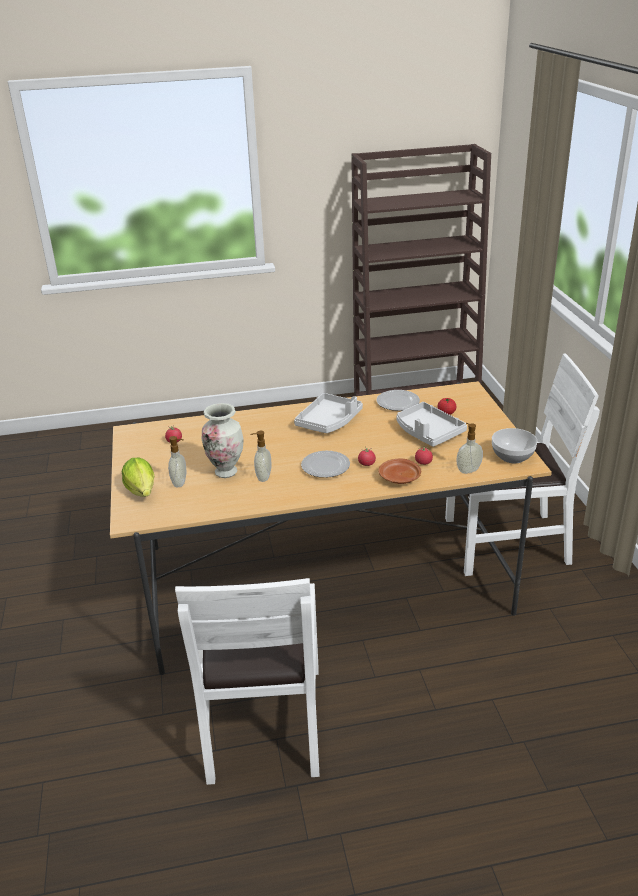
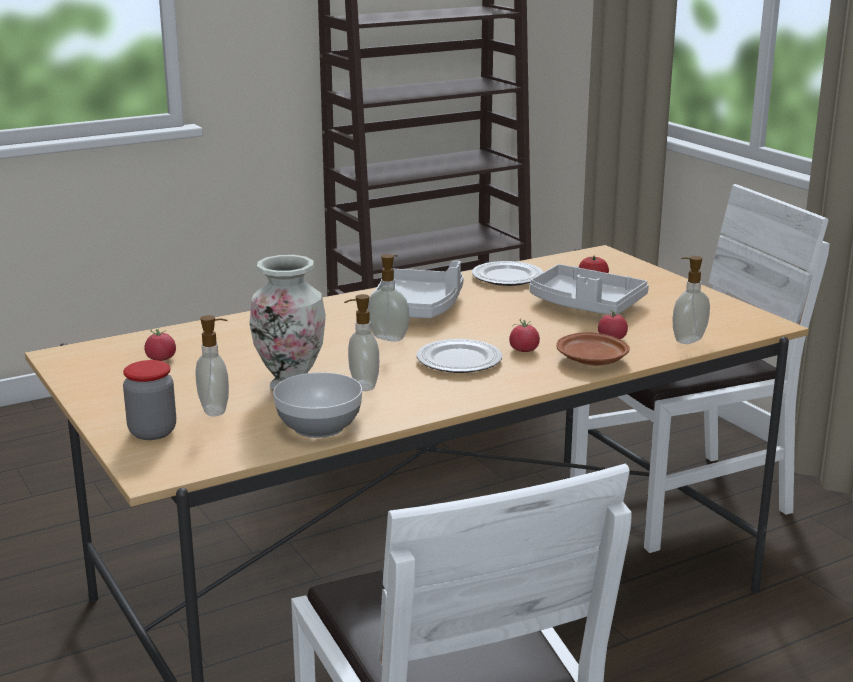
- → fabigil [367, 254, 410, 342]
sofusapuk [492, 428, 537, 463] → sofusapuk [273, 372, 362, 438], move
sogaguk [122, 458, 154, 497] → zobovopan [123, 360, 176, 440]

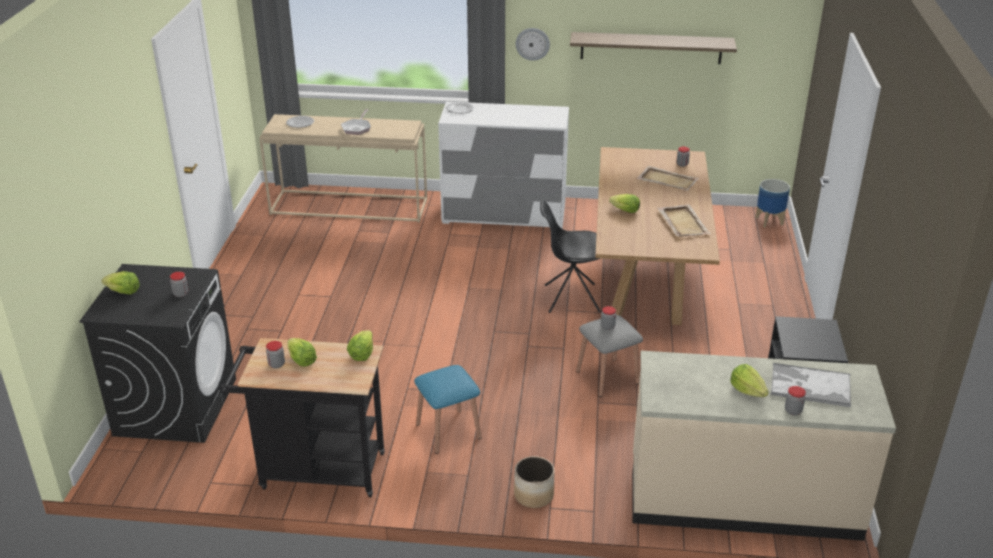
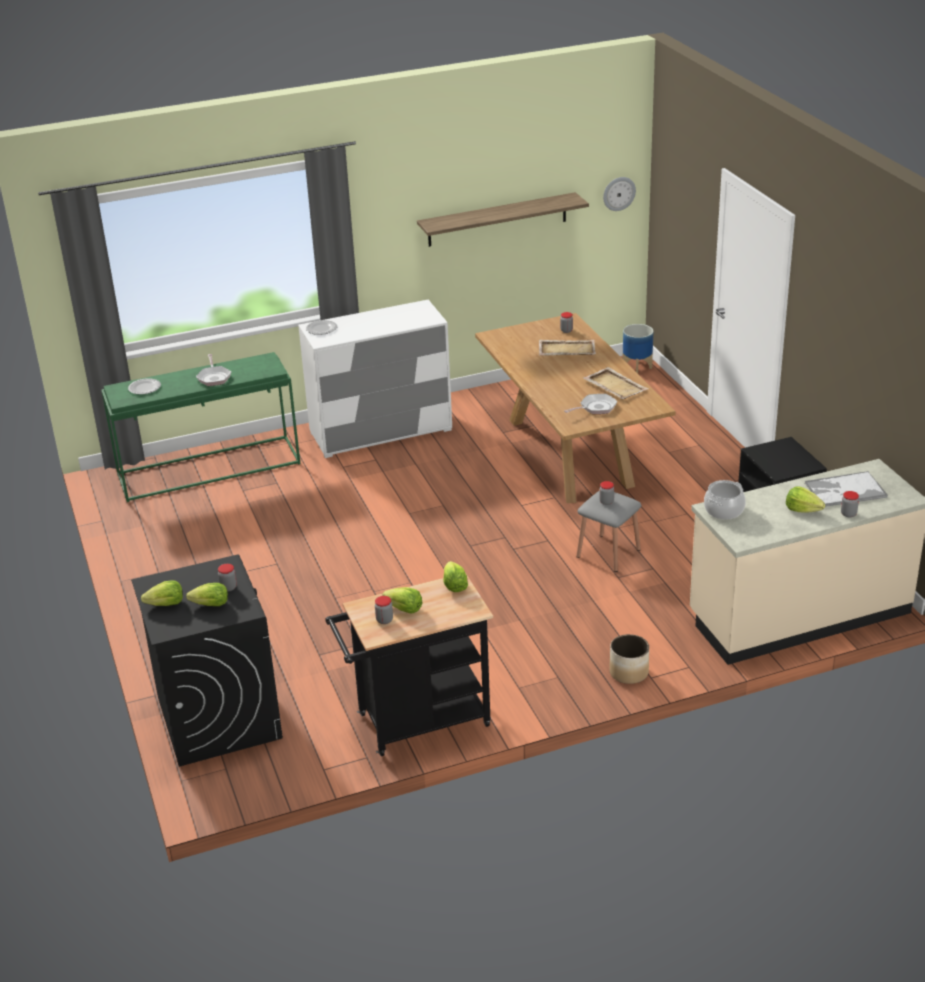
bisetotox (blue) [414, 365, 481, 454] → -
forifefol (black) [540, 200, 601, 313] → -
- → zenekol [564, 394, 617, 414]
- → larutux [704, 480, 746, 520]
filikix [516, 28, 550, 61] → filikix [603, 177, 636, 211], move
sogaguk [609, 194, 640, 213] → sogaguk [186, 583, 228, 606], move
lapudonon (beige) [259, 114, 427, 223] → lapudonon (green) [101, 352, 300, 502]

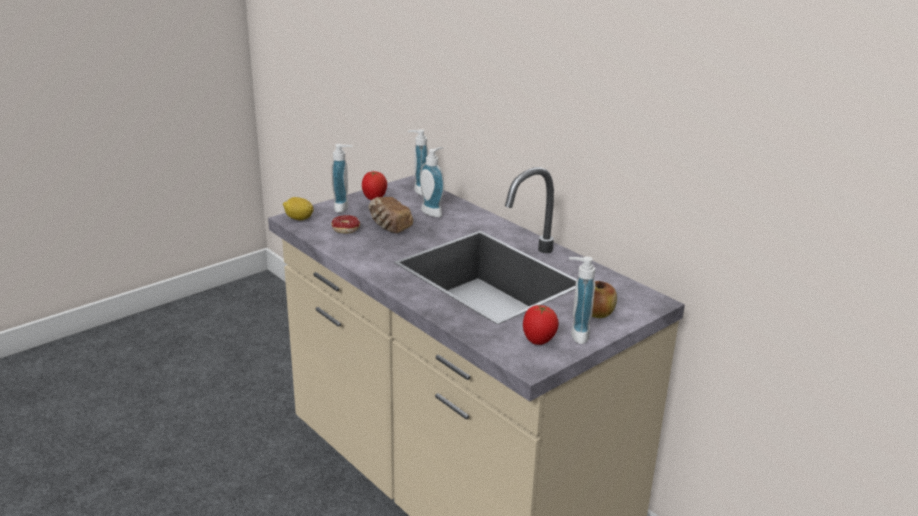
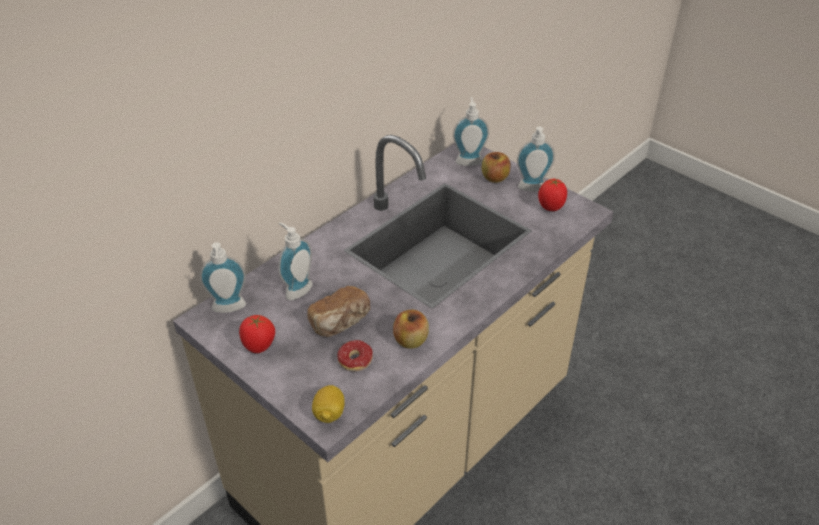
- → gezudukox [393, 310, 429, 349]
fabigil [332, 144, 353, 213] → fabigil [453, 97, 489, 166], move

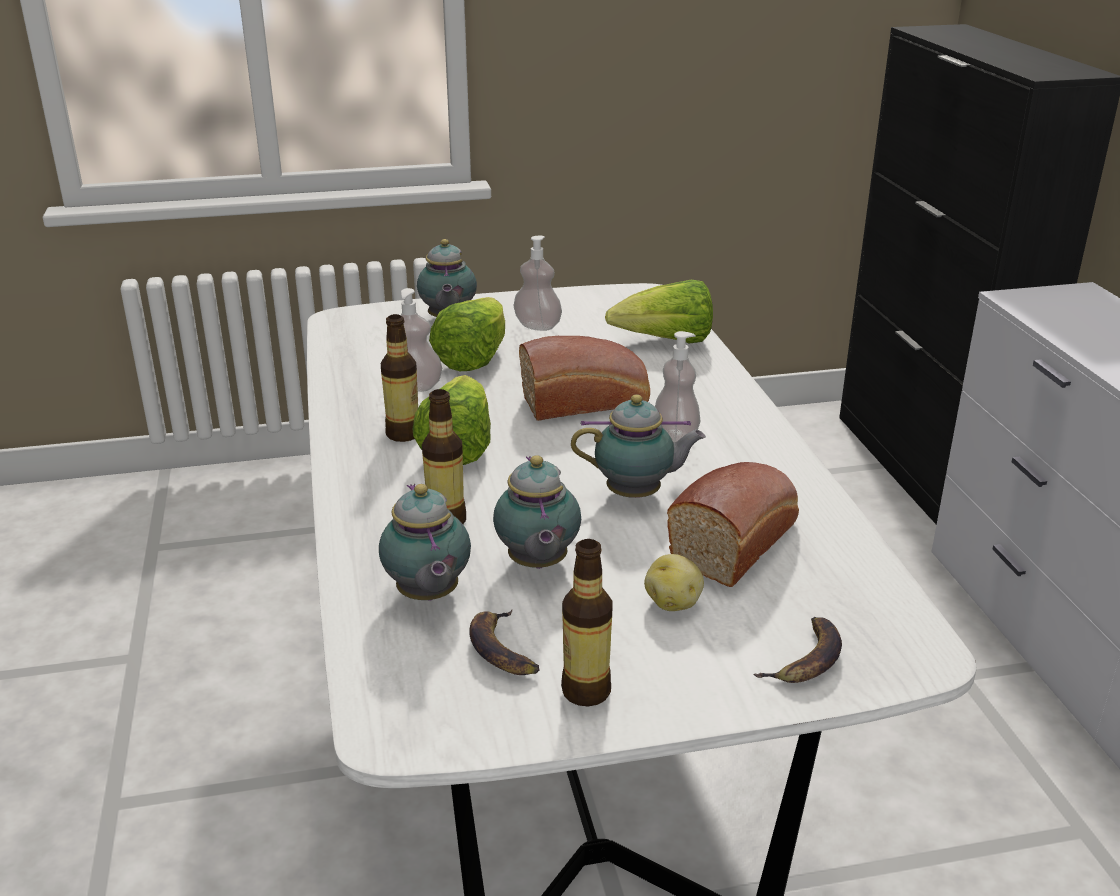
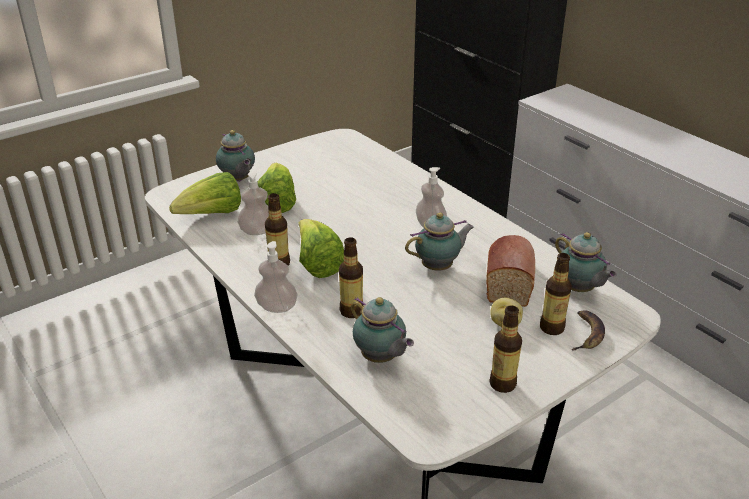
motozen [469, 610, 540, 675] → -
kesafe [519, 336, 650, 421] → -
- → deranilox [540, 253, 572, 335]
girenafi [493, 455, 581, 569] → girenafi [555, 232, 617, 292], move
fabigil [514, 236, 562, 331] → fabigil [254, 241, 298, 313], move
sogaguk [605, 280, 713, 344] → sogaguk [169, 172, 241, 214], move

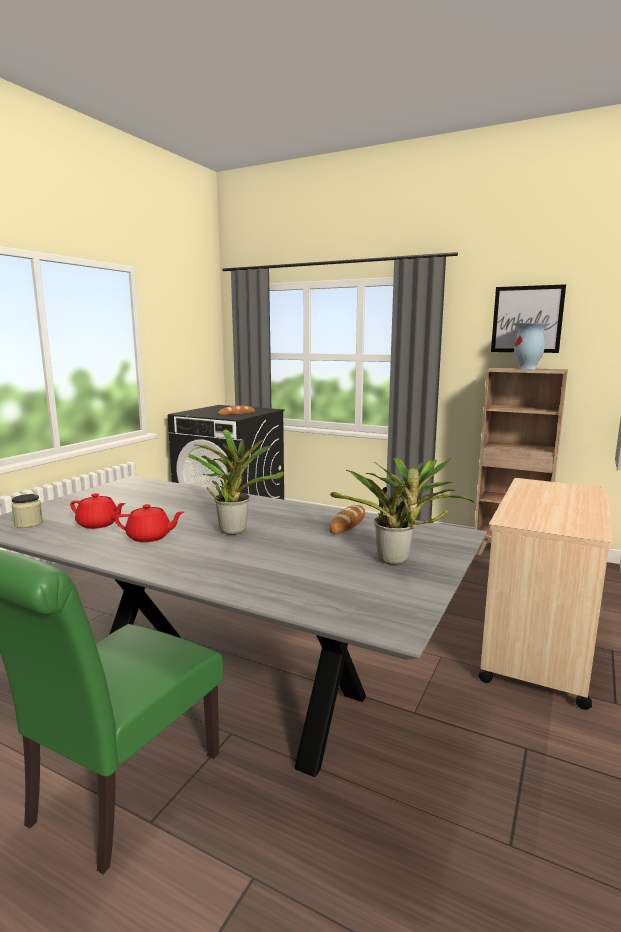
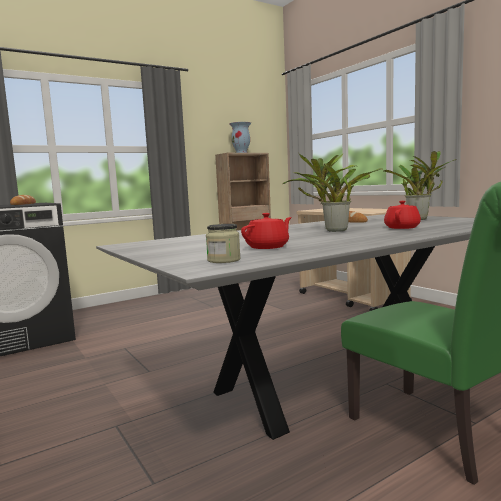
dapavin [491, 284, 566, 353] → -
girenafi (red) [115, 504, 184, 542] → girenafi (red) [384, 201, 421, 229], move

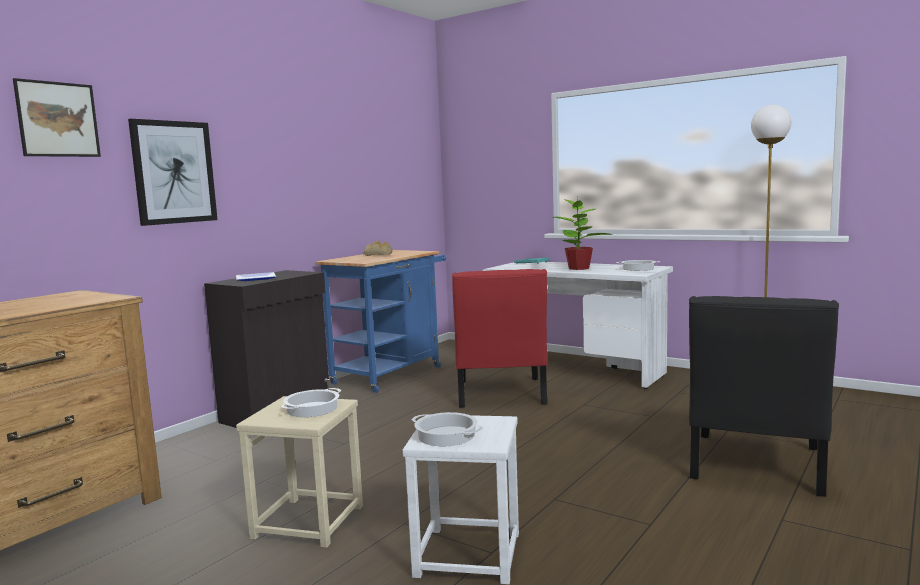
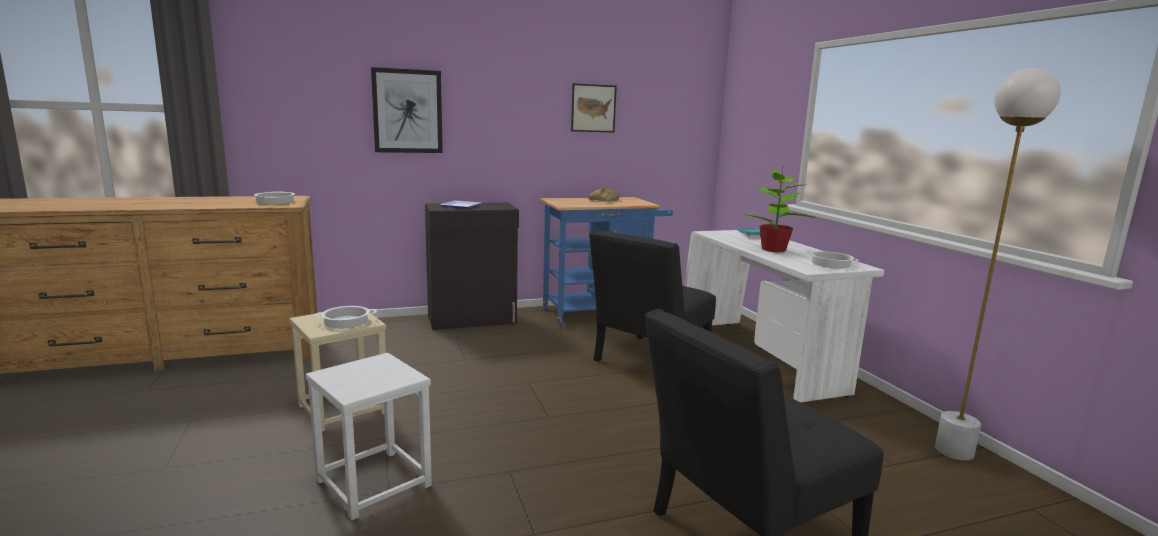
dapavin [13, 78, 101, 157] → dapavin [571, 83, 617, 132], move
larutux [412, 412, 483, 446] → larutux [254, 191, 295, 204], move
forifefol (red) [452, 269, 547, 408] → forifefol (black) [589, 230, 716, 361]

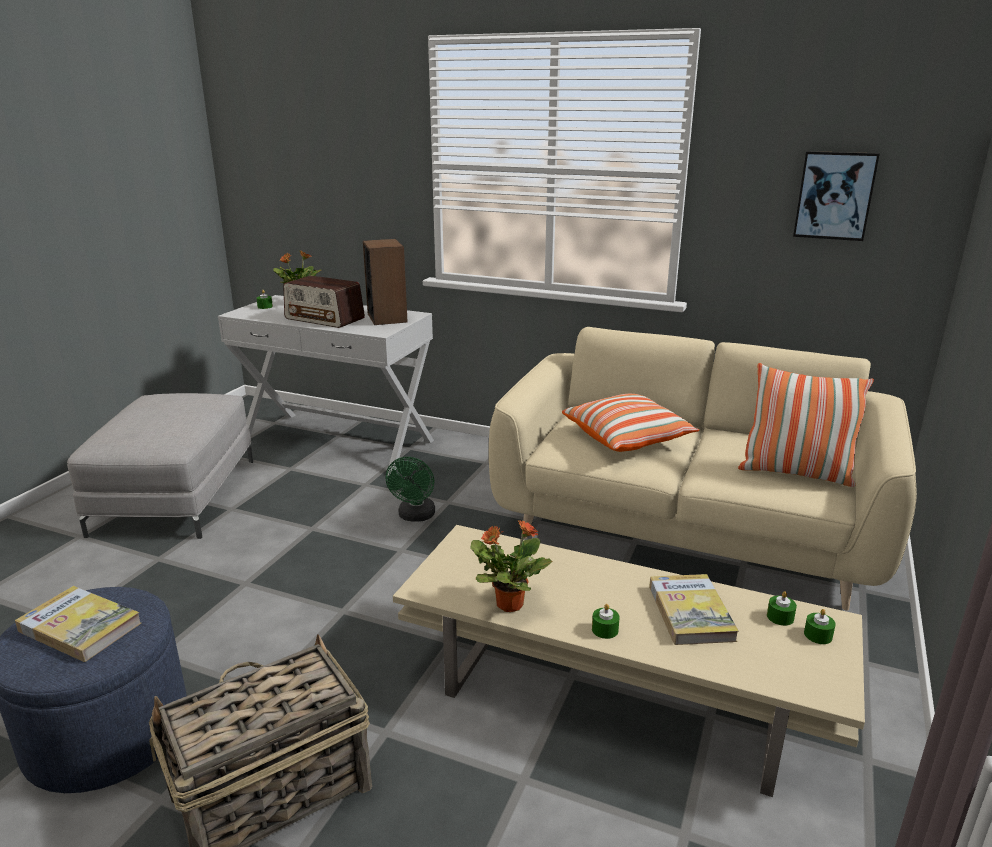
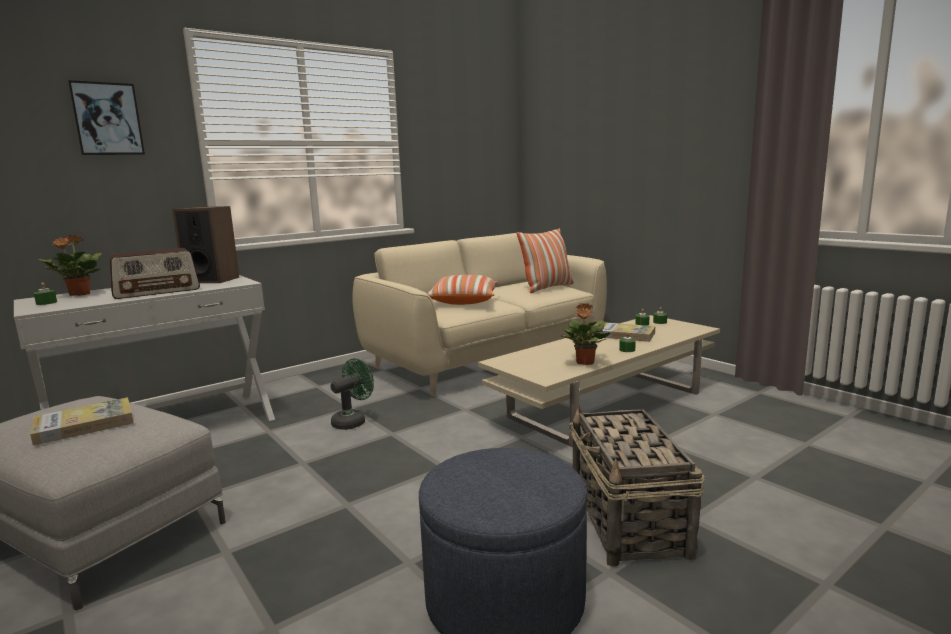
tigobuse [15, 586, 141, 662] → tigobuse [30, 397, 133, 446], move
dapavin [793, 151, 880, 241] → dapavin [68, 80, 145, 155], move
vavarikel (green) [386, 457, 435, 522] → vavarikel (green) [331, 358, 374, 430], 90 degrees counterclockwise

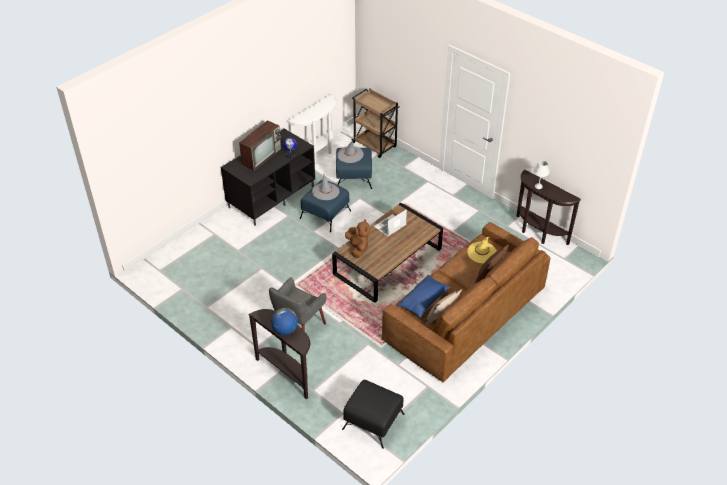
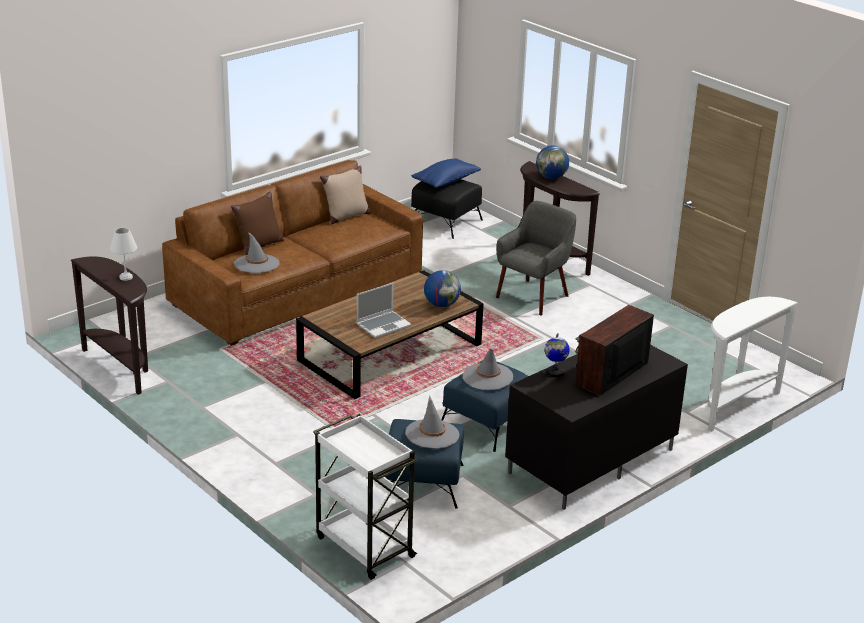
lapudonon (white) [287, 94, 336, 164] → lapudonon (white) [708, 297, 798, 432], move
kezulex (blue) [397, 275, 450, 318] → kezulex (blue) [411, 158, 481, 188], move
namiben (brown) [345, 219, 370, 258] → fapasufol [424, 270, 461, 307]
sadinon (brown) [352, 88, 400, 158] → sadinon (white) [313, 414, 417, 580]
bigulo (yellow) [467, 237, 497, 263] → bigulo (grey) [234, 232, 280, 273]

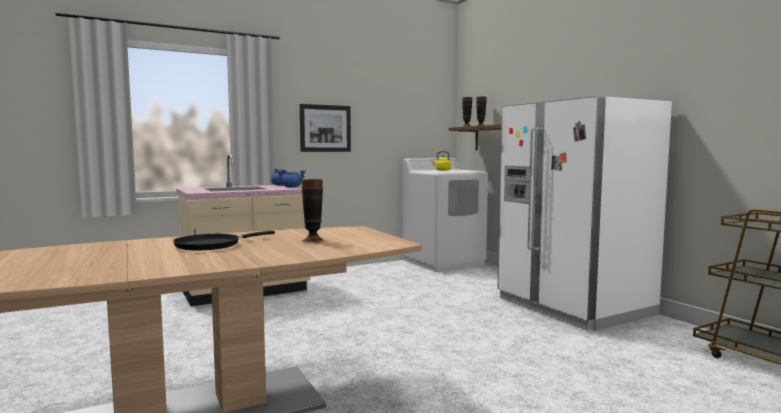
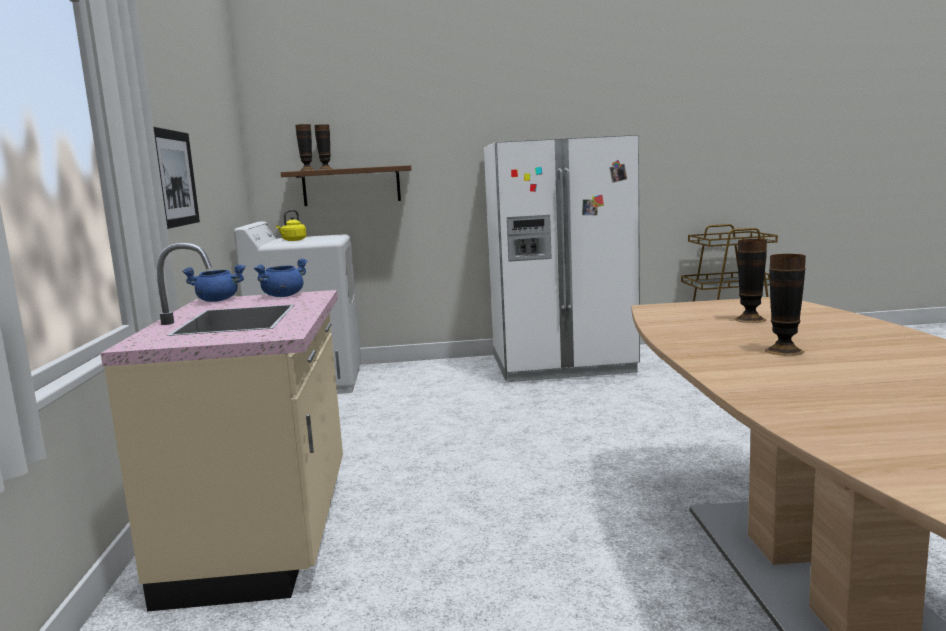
zenekol (black) [173, 231, 275, 250] → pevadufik [765, 254, 806, 356]

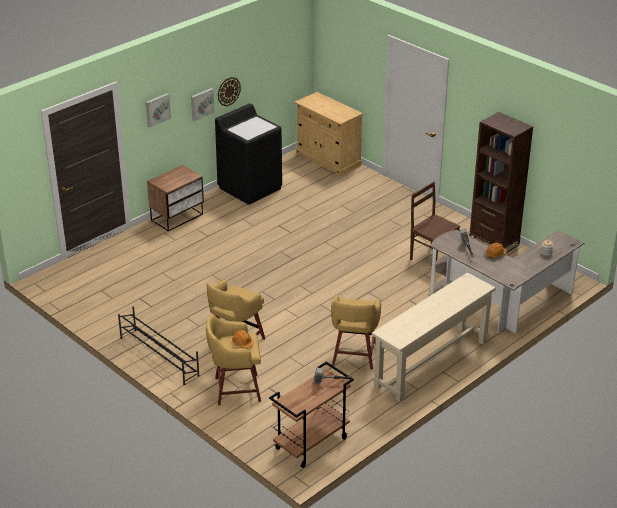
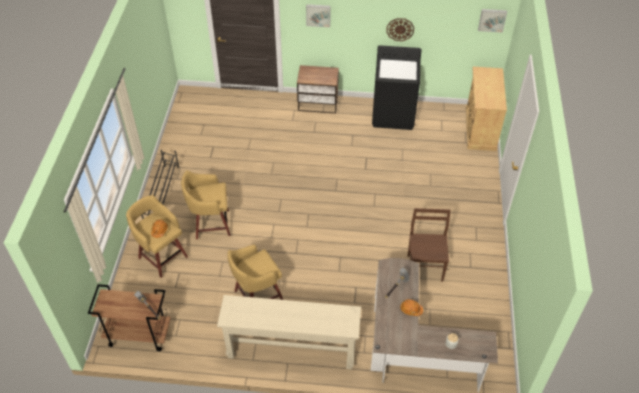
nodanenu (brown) [469, 112, 533, 253] → -
dapavin [191, 88, 215, 121] → dapavin [478, 9, 507, 33], move

